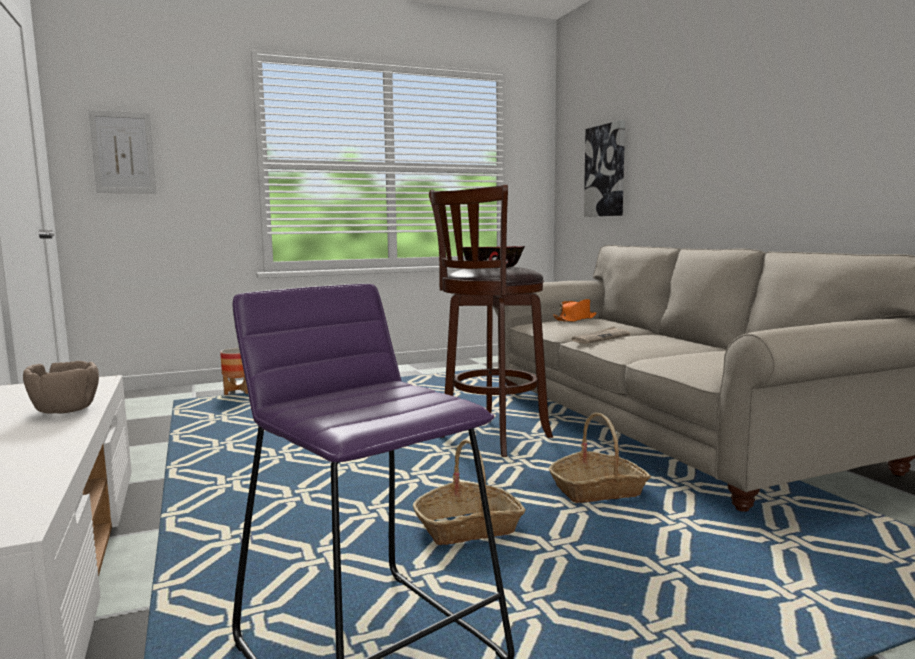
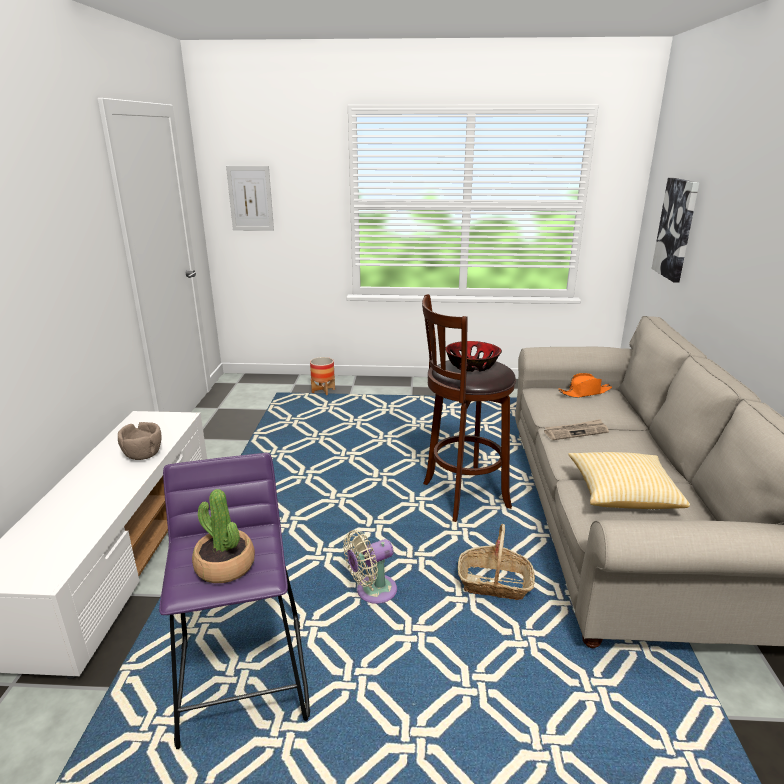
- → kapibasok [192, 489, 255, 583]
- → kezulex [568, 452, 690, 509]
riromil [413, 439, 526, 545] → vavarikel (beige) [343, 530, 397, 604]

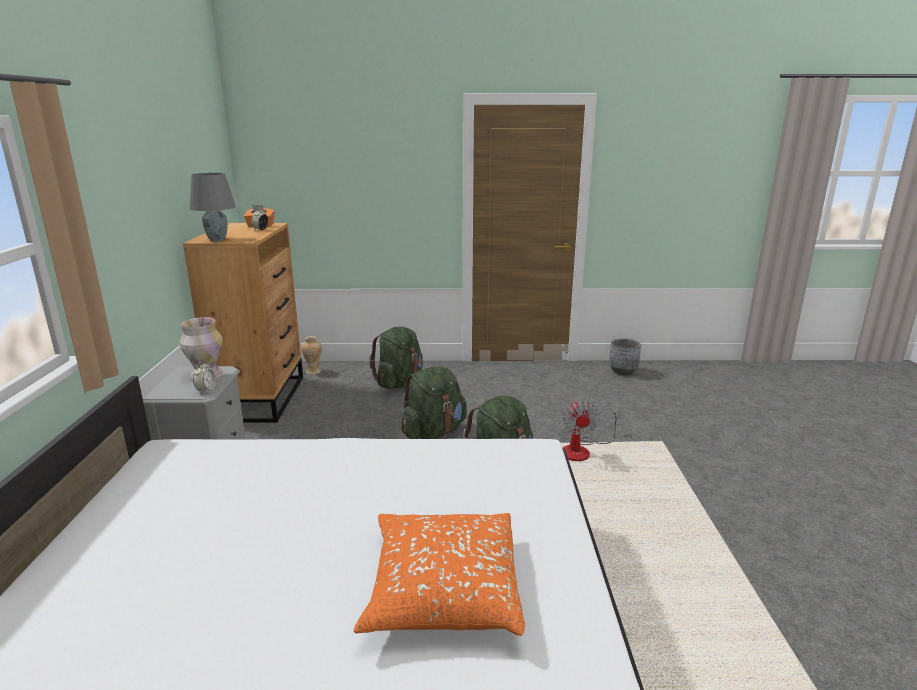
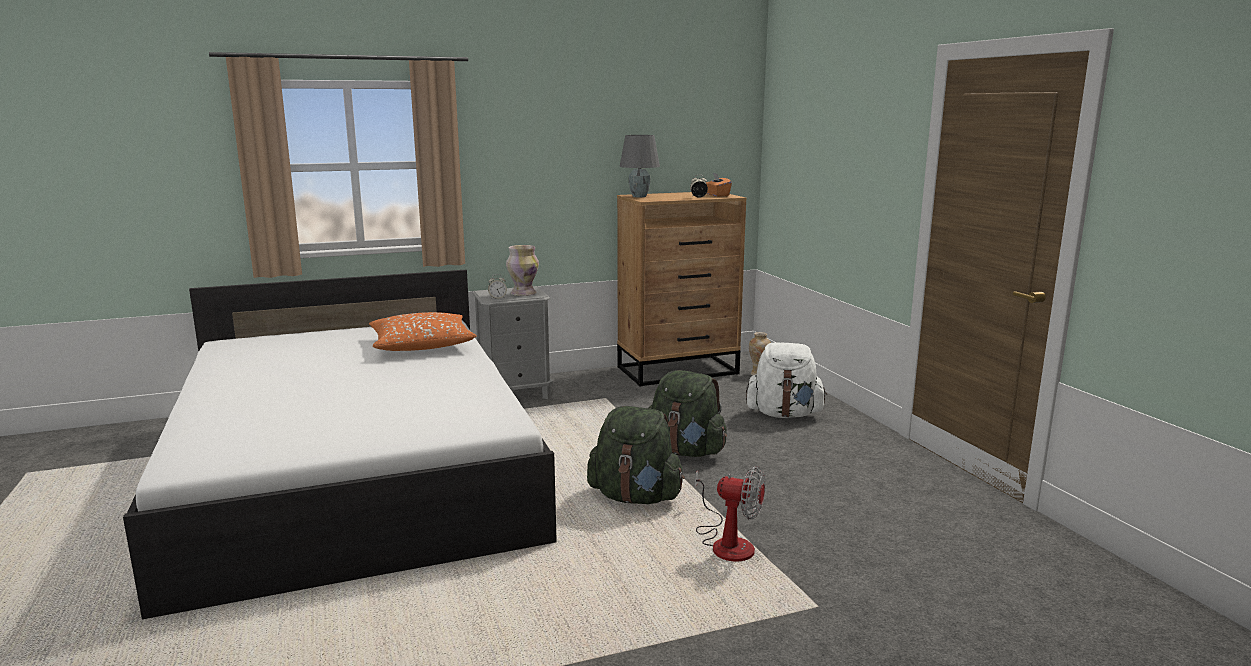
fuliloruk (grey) [609, 338, 641, 375] → -
kezulex (orange) [354, 513, 525, 636] → kezulex (orange) [369, 312, 477, 351], move
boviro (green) [369, 326, 423, 389] → boviro (white) [746, 343, 827, 418]
vavarikel [562, 401, 619, 461] → vavarikel [695, 466, 765, 562], 135 degrees counterclockwise

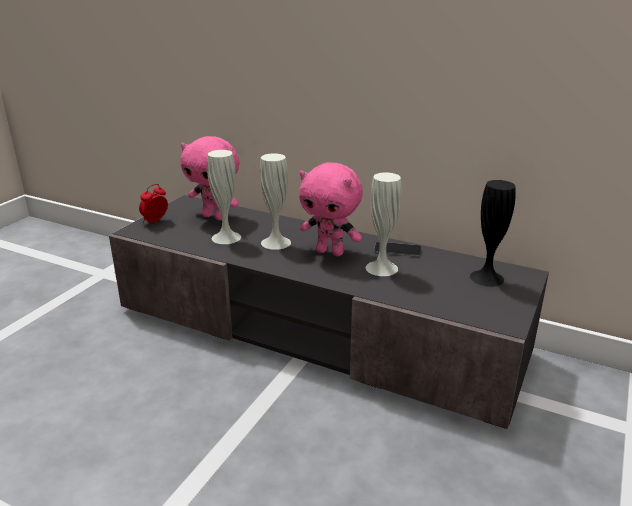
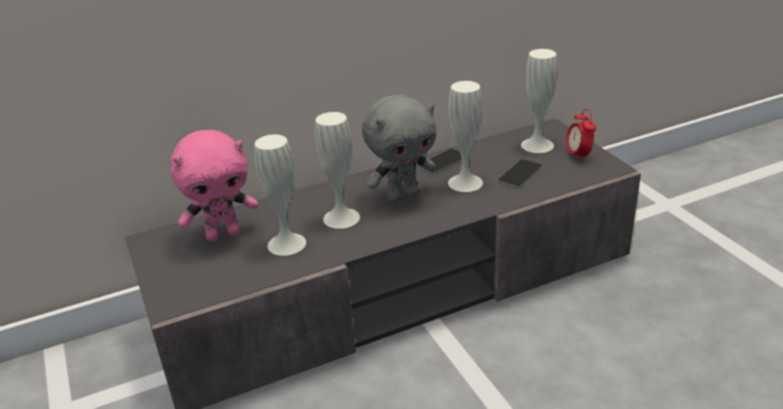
- → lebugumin [498, 159, 542, 188]
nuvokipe [139, 184, 168, 223] → nuvokipe [566, 109, 596, 162], move
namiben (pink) [299, 162, 363, 256] → namiben (grey) [362, 95, 436, 202]
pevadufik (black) [470, 180, 516, 287] → pevadufik (white) [521, 49, 558, 153]

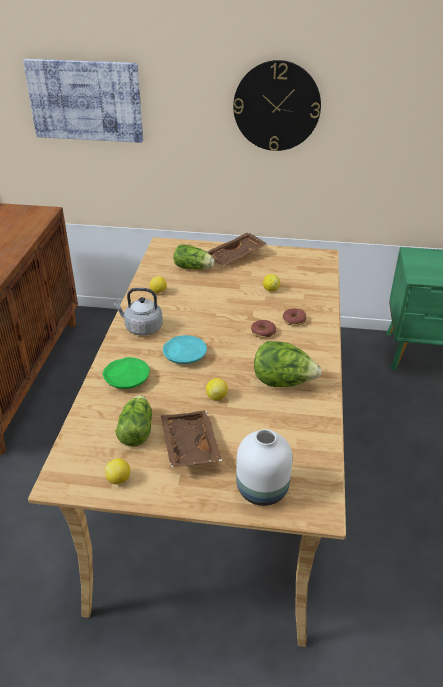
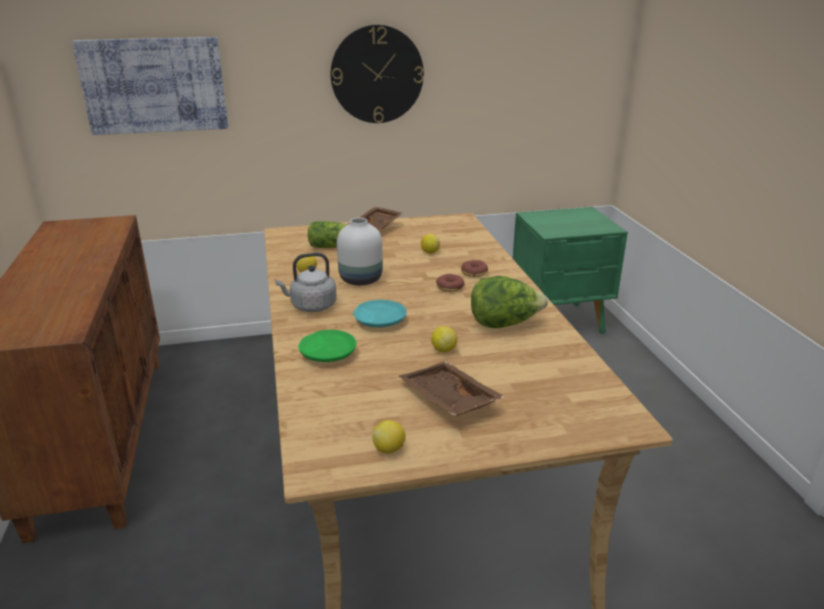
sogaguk [115, 395, 152, 447] → -
pevadufik (white) [236, 429, 293, 506] → pevadufik (white) [337, 218, 383, 285], move

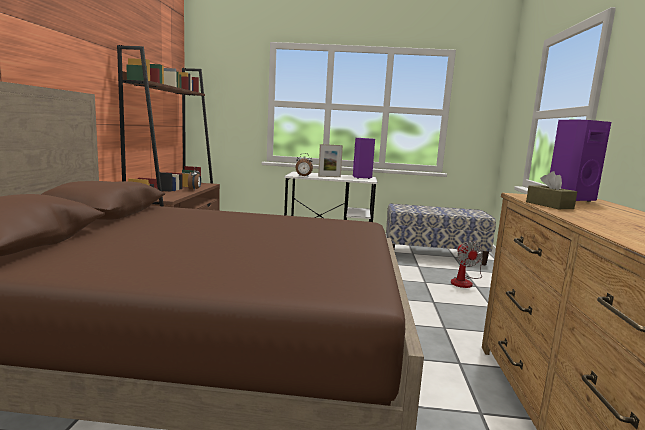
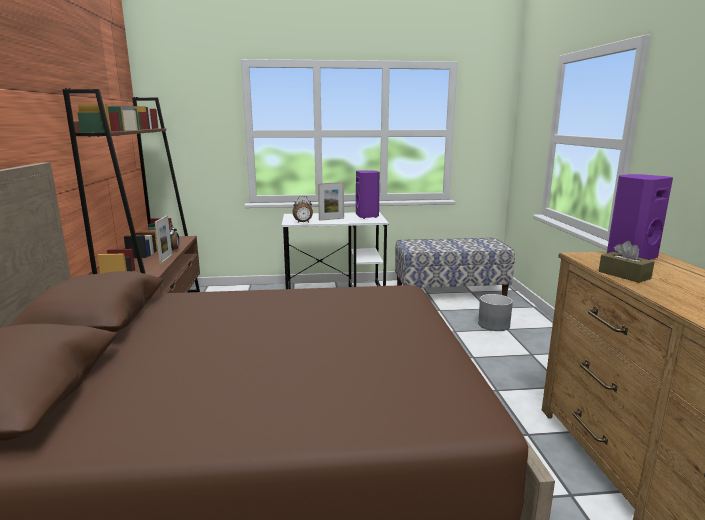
- → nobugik [155, 216, 172, 264]
vavarikel [451, 241, 483, 288] → fuliloruk (grey) [478, 294, 513, 331]

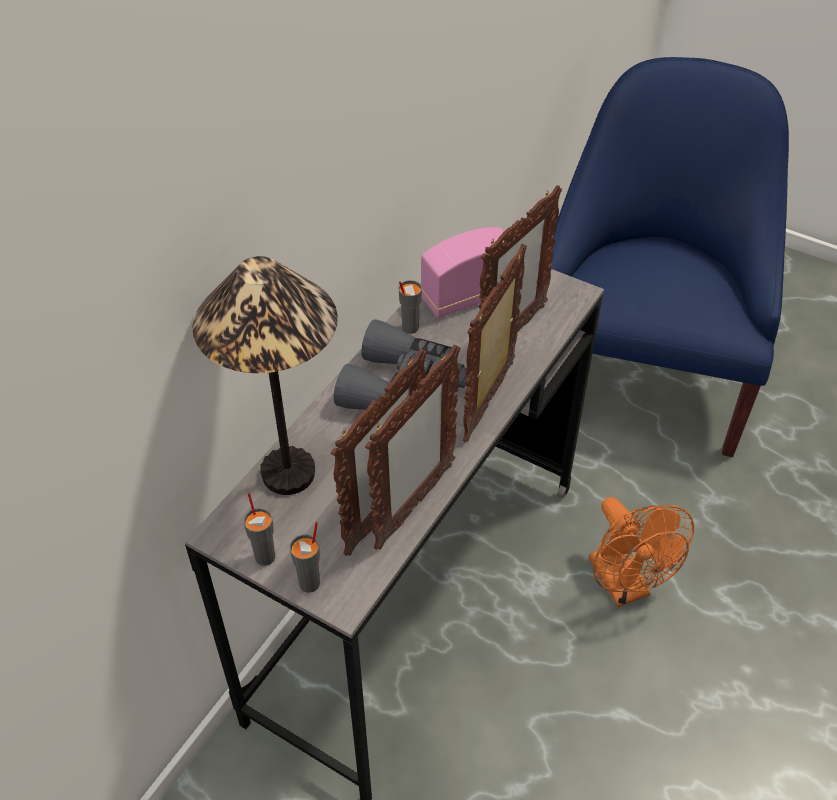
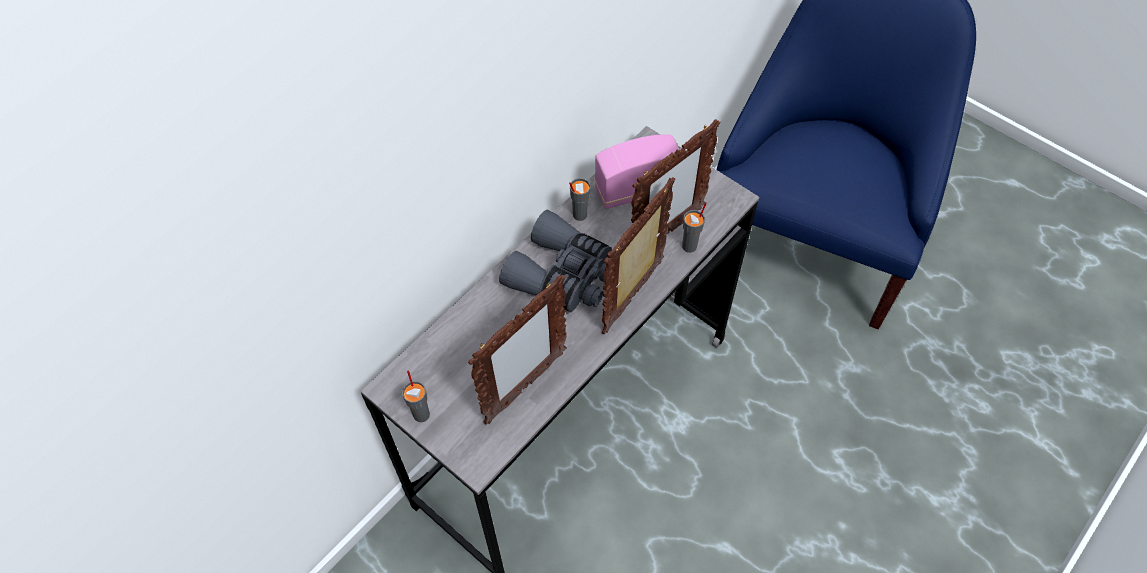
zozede [192, 256, 338, 495] → -
nobugik [365, 344, 460, 550] → -
vavarikel (orange) [589, 497, 694, 607] → -
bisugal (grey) [290, 522, 320, 593] → bisugal (grey) [682, 202, 707, 253], move

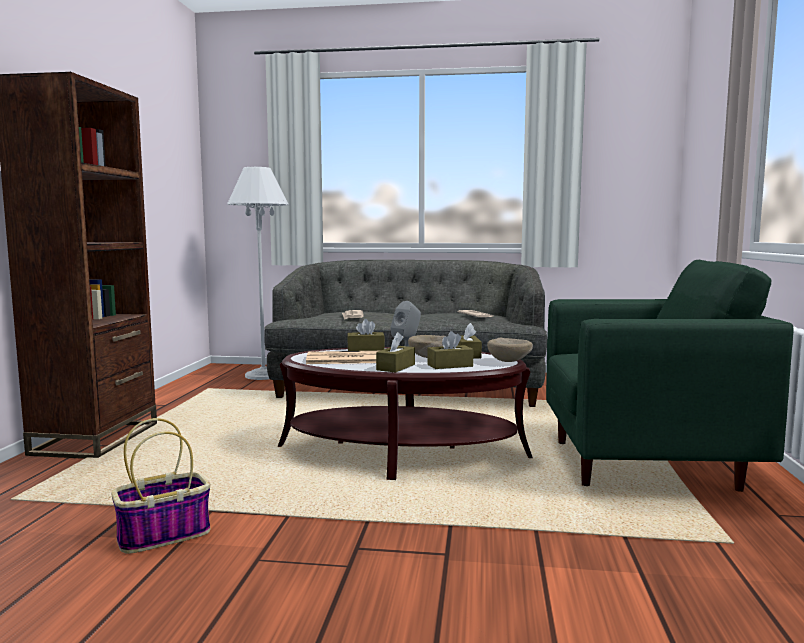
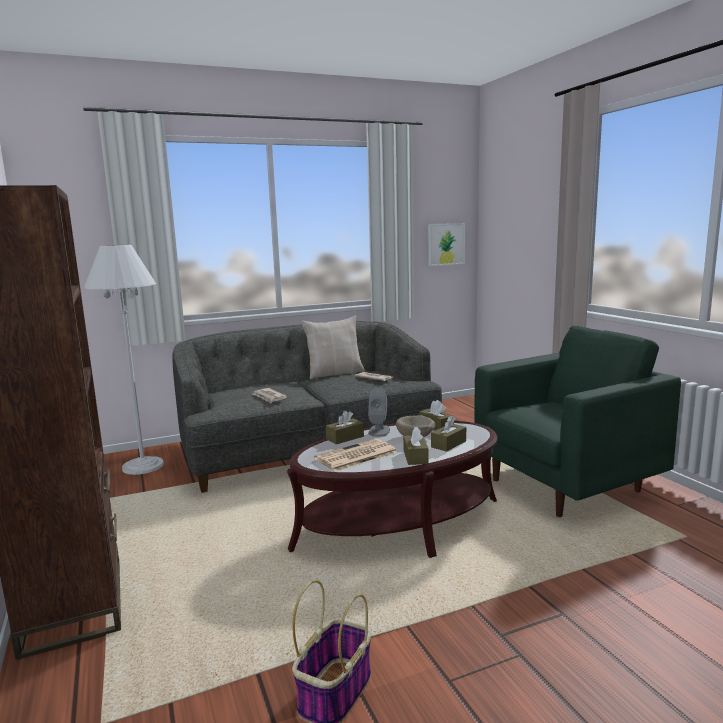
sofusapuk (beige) [487, 338, 533, 362] → -
- → kezulex (beige) [301, 316, 365, 379]
- → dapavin [428, 223, 465, 266]

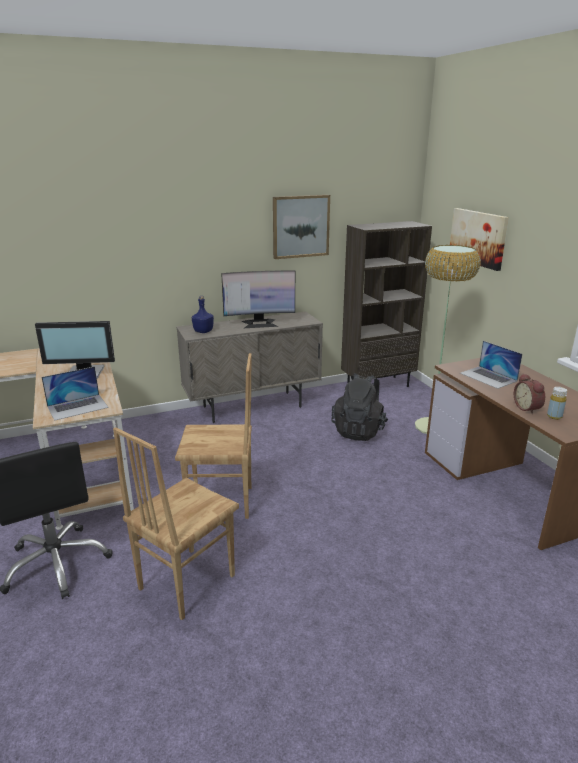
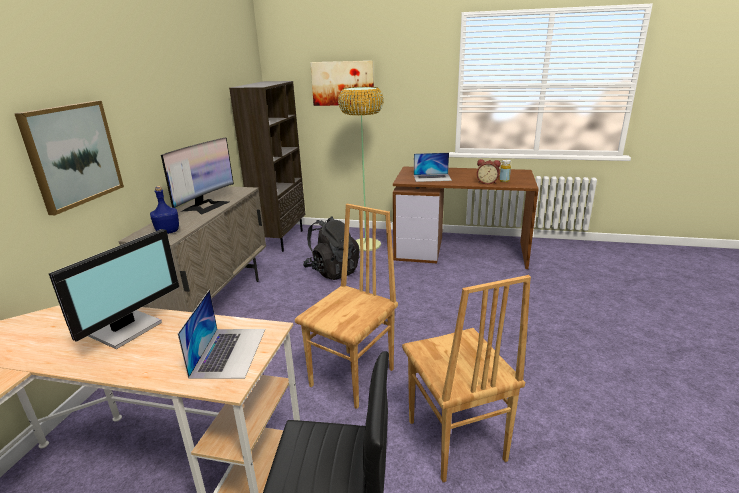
dapavin [273, 195, 330, 259] → dapavin [14, 101, 124, 215], move

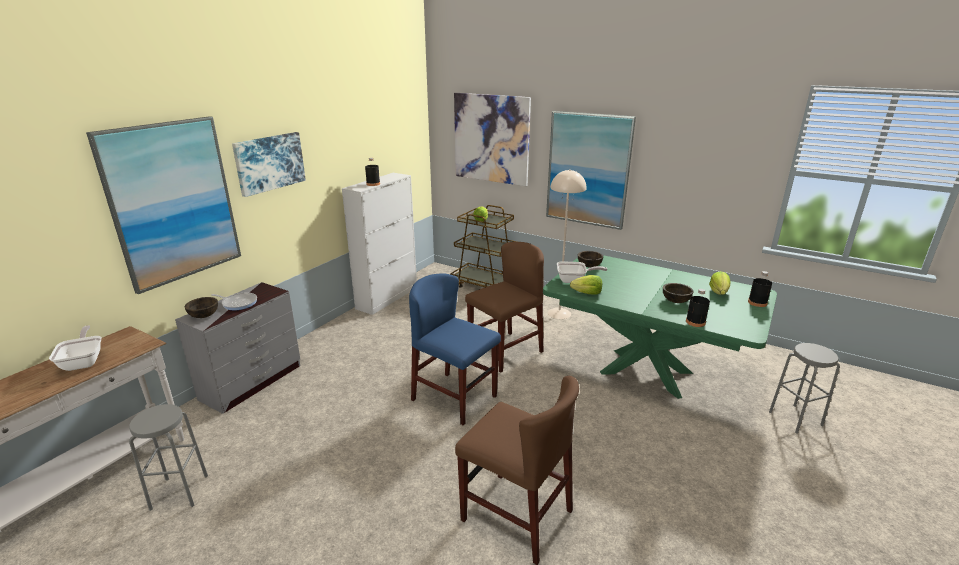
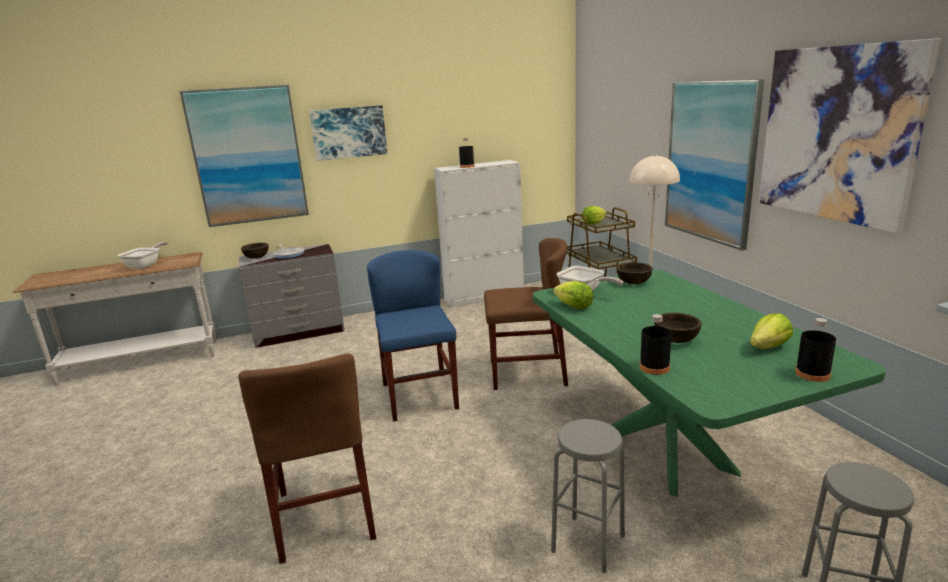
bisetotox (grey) [129, 404, 208, 511] → bisetotox (grey) [551, 419, 625, 573], move
dapavin [454, 93, 531, 186] → dapavin [759, 38, 941, 233], move

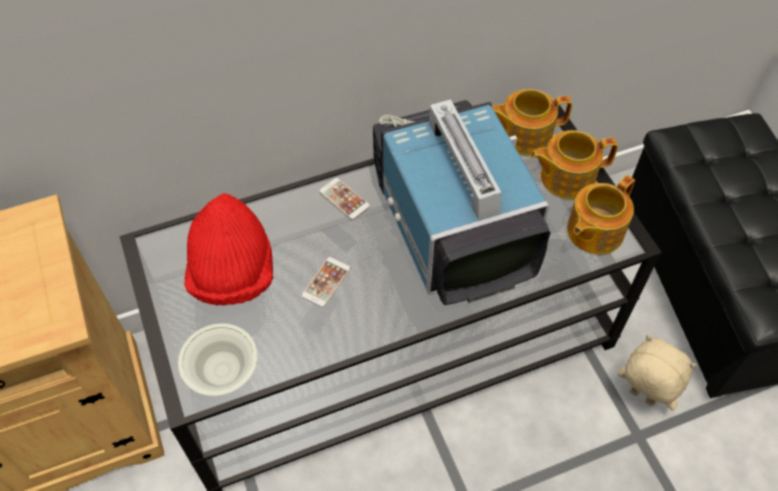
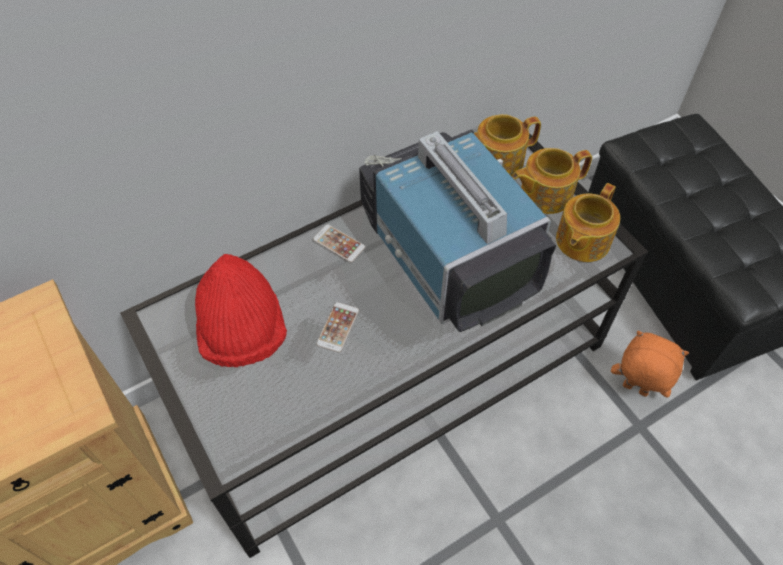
sofusapuk (white) [178, 323, 258, 396] → -
namiben (beige) [617, 335, 697, 411] → namiben (orange) [611, 331, 689, 397]

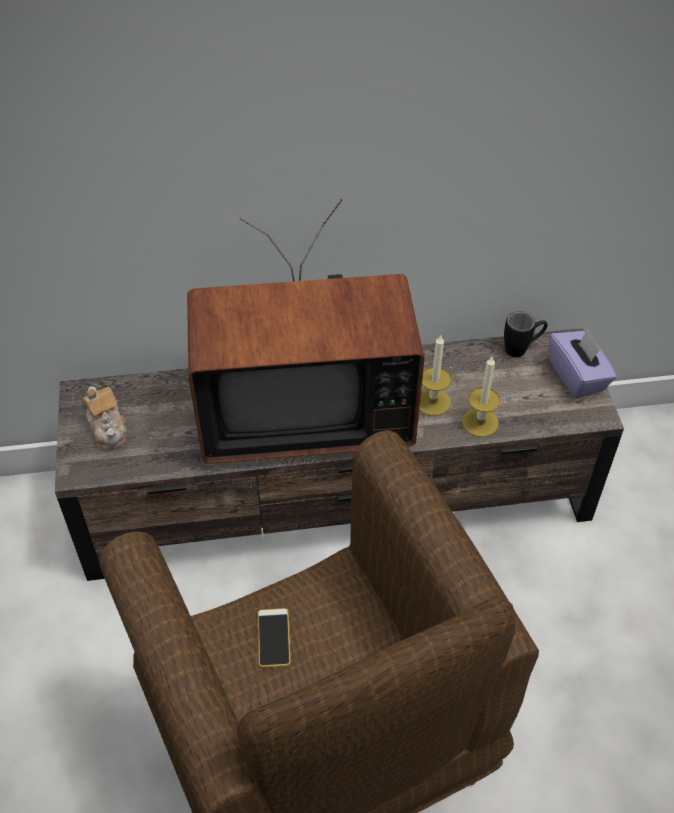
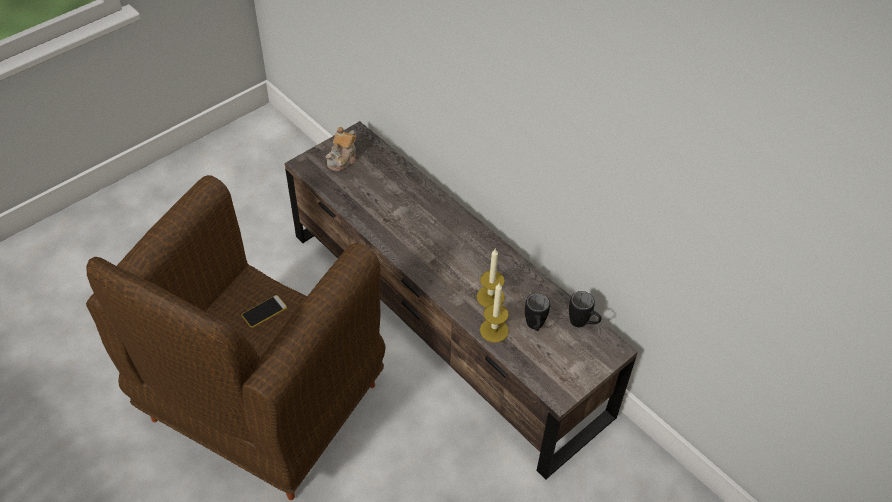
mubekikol [187, 199, 424, 464] → -
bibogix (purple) [549, 329, 617, 399] → -
- → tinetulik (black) [525, 293, 550, 331]

